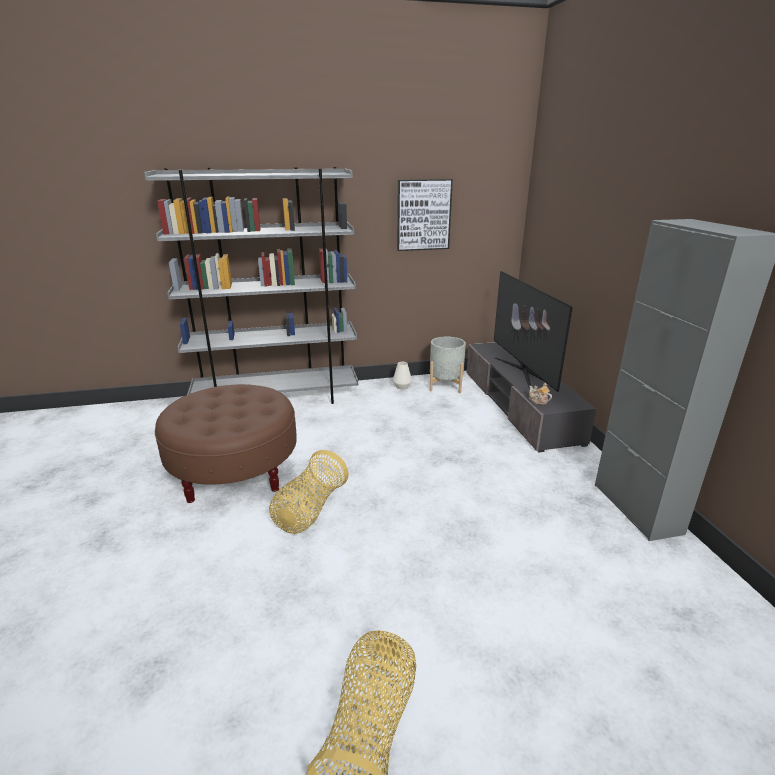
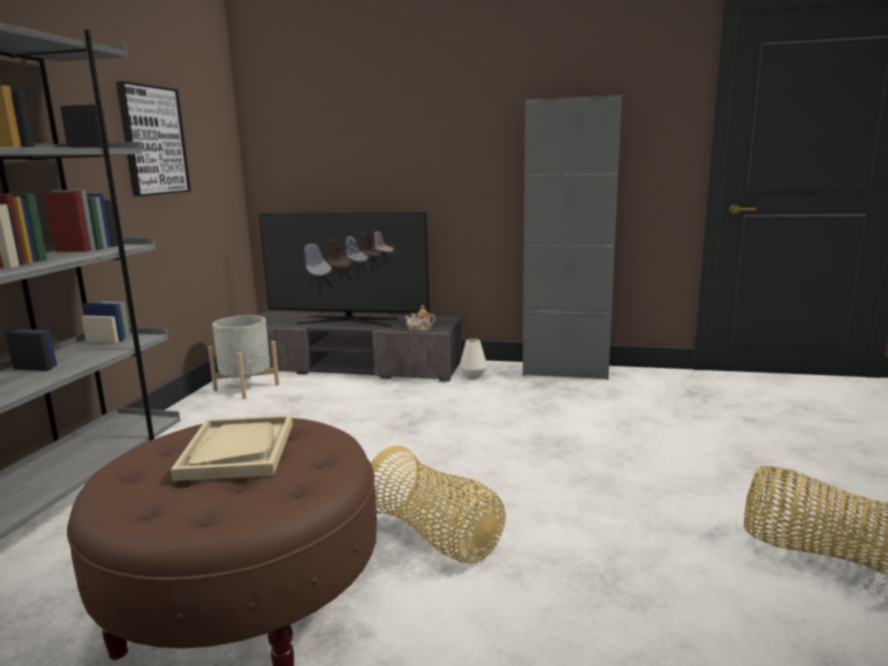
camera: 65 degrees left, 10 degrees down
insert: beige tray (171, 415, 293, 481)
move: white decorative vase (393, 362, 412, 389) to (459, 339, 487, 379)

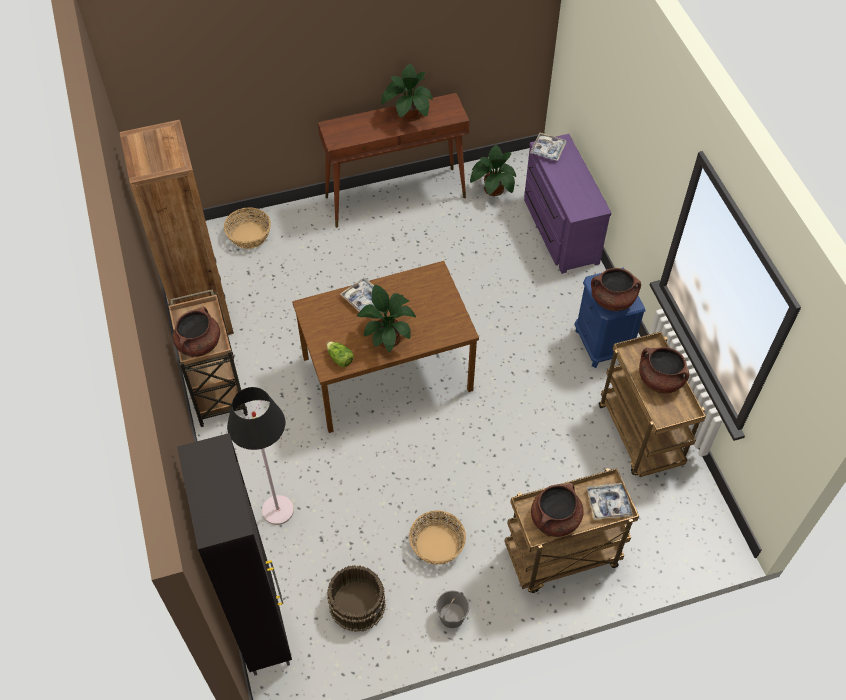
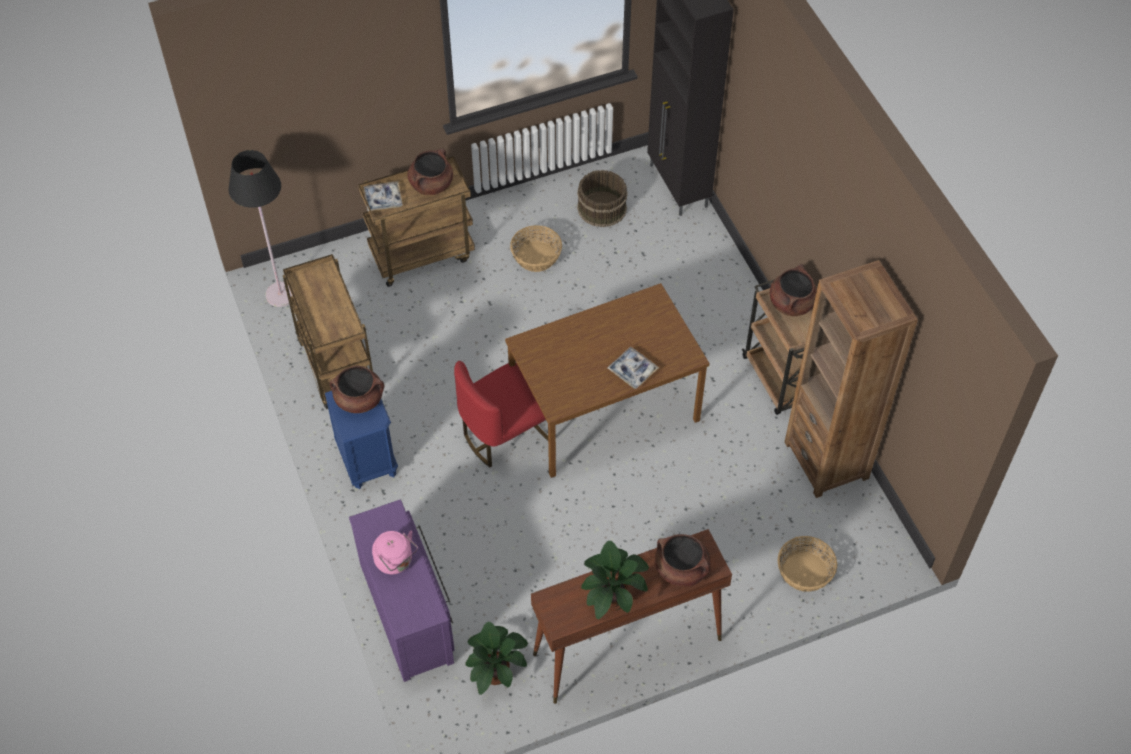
camera: 175 degrees right, 0 degrees up
delete: lettuce (327, 341, 354, 367); houseplant (357, 285, 416, 352); greyish bucket (436, 590, 470, 628); tray (530, 132, 567, 161)
insert: pinkish tea kettle (372, 531, 418, 574); reddish plain chair (454, 361, 548, 468)
move: blackish standard lamp (227, 387, 294, 525) to (228, 150, 292, 307); brown-coloured saucepot (639, 347, 689, 393) to (655, 534, 710, 587)

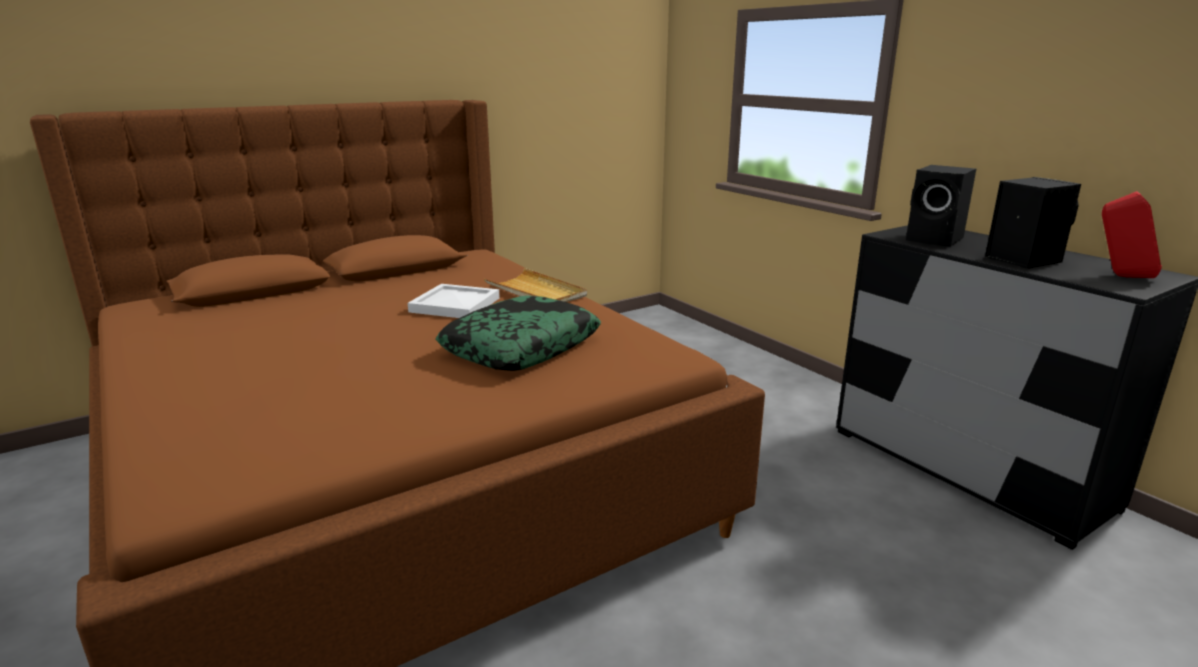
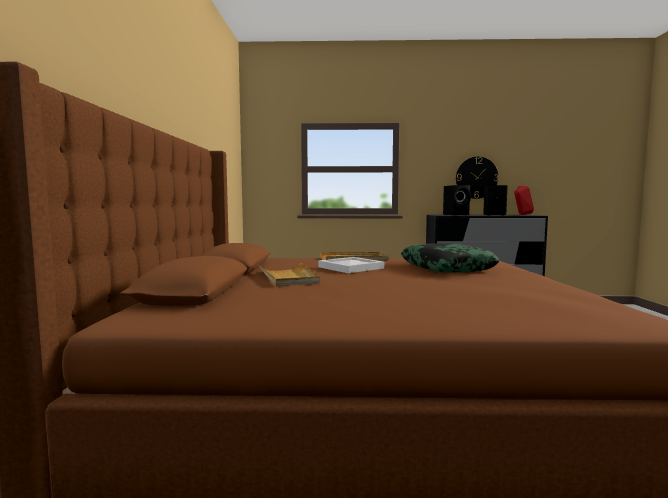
camera: 55 degrees left, 15 degrees down
insert: beige tray (259, 263, 319, 286); hanging clock (456, 157, 498, 199)

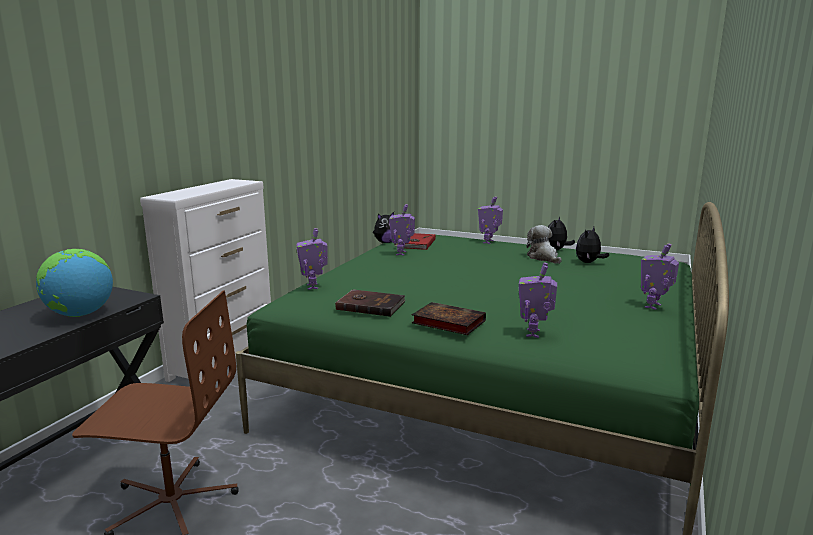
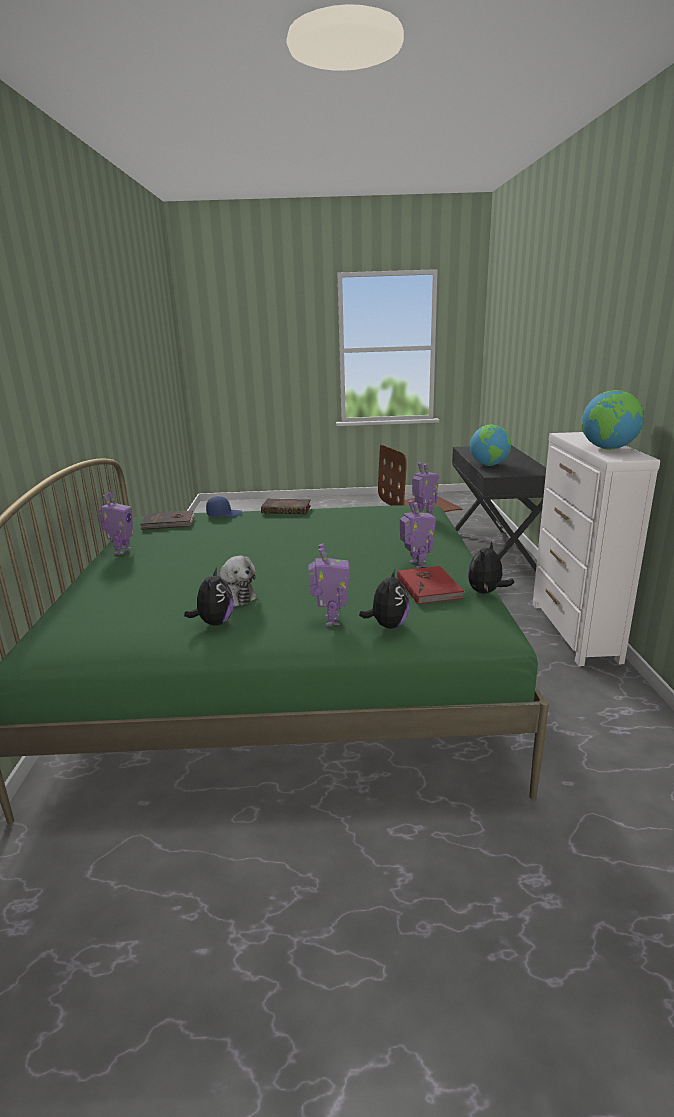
camera: 155 degrees right, 5 degrees up
insert: globe (581, 390, 644, 449)
move: brown-coloured bound book (336, 289, 406, 317) to (140, 510, 195, 530); cuddly toy (576, 227, 609, 263) to (359, 570, 409, 629)
replace: robot figure (519, 262, 557, 338) to bluish peaked cap (206, 496, 242, 517)

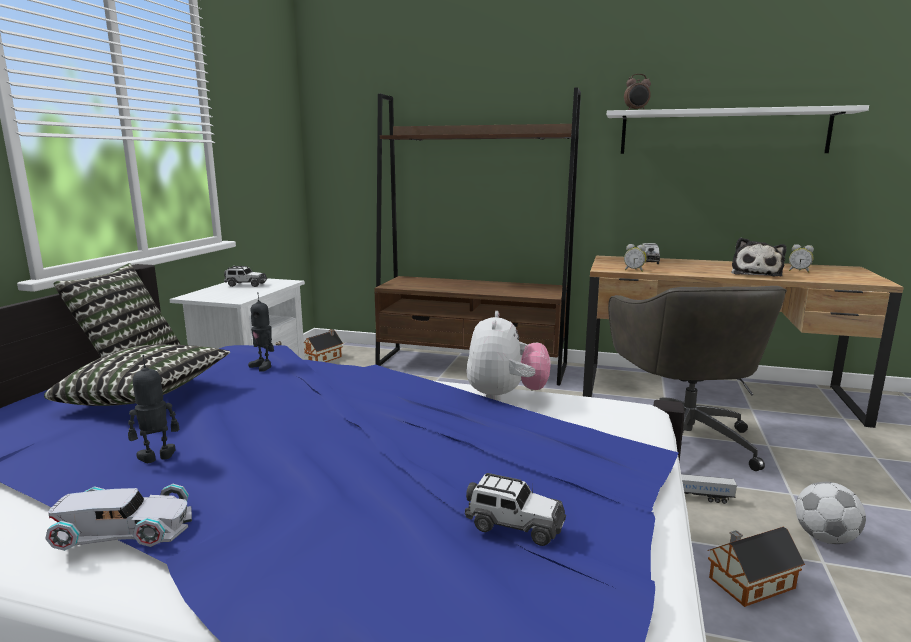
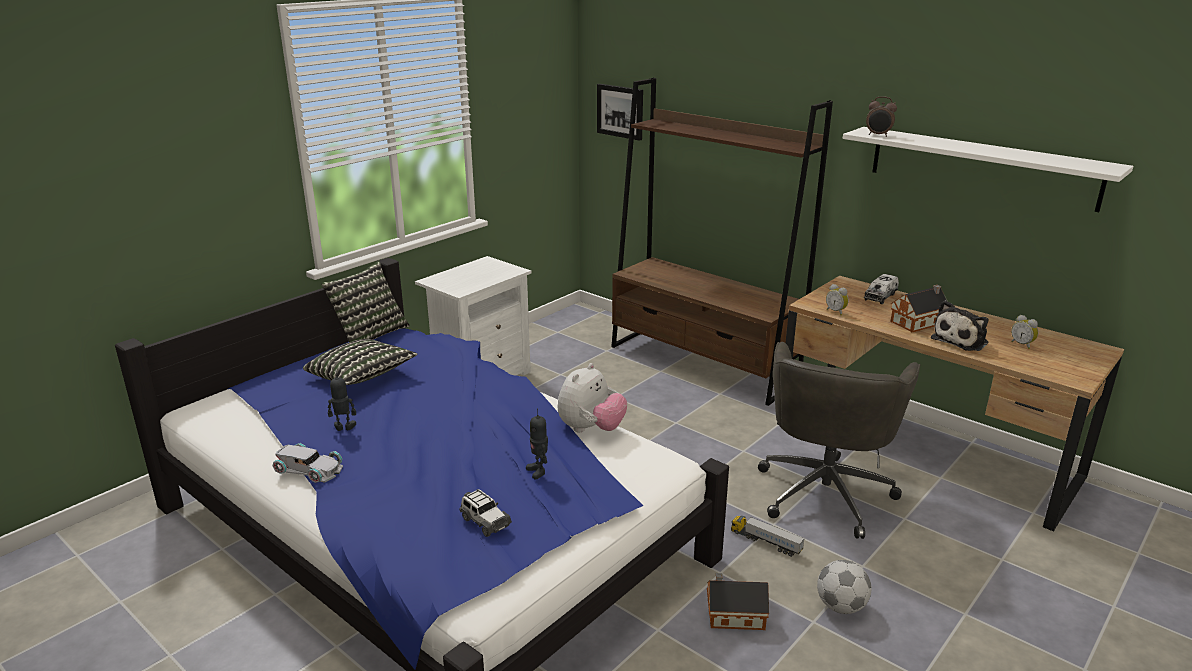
camera: 25 degrees right, 10 degrees up
delete: toy car (224, 266, 267, 287)
insert: wall art (597, 84, 643, 141)
move: robot figure (248, 292, 274, 372) to (526, 408, 548, 479); toy house (304, 329, 343, 362) to (890, 285, 947, 332)

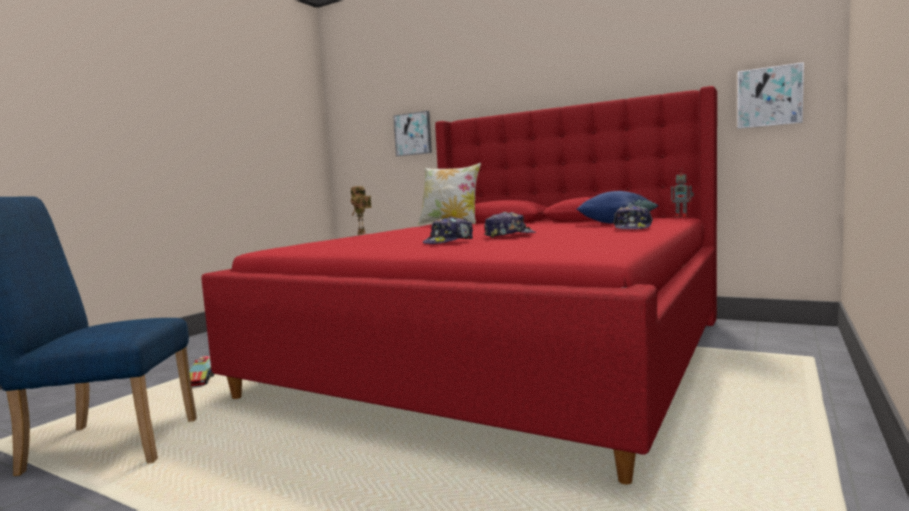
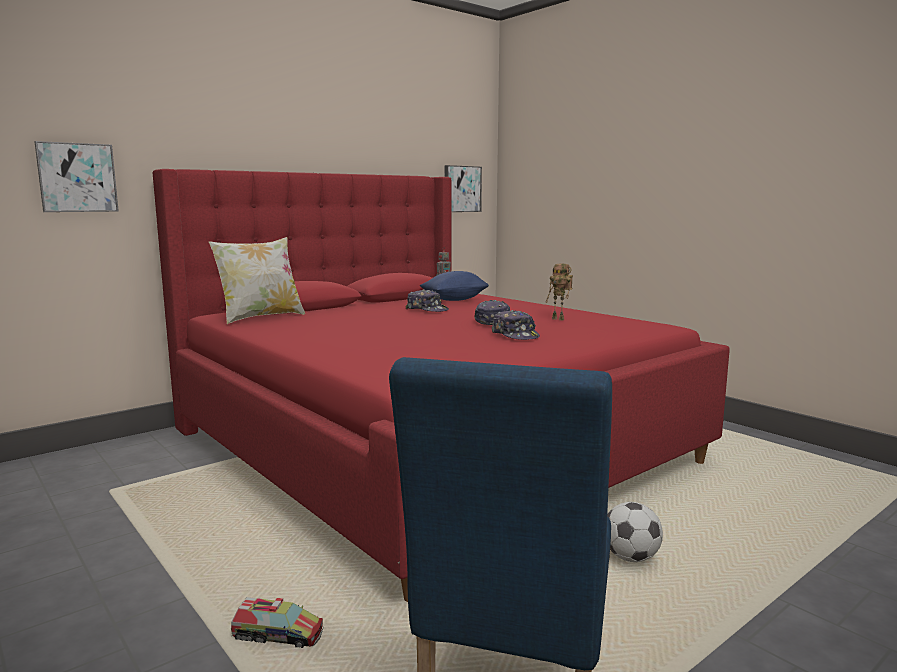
camera: 70 degrees left, 5 degrees up
insert: ball for football (607, 502, 663, 562)
move: robot figure (351, 186, 372, 235) to (546, 263, 573, 321); peaked cap (613, 205, 653, 229) to (406, 289, 449, 312)

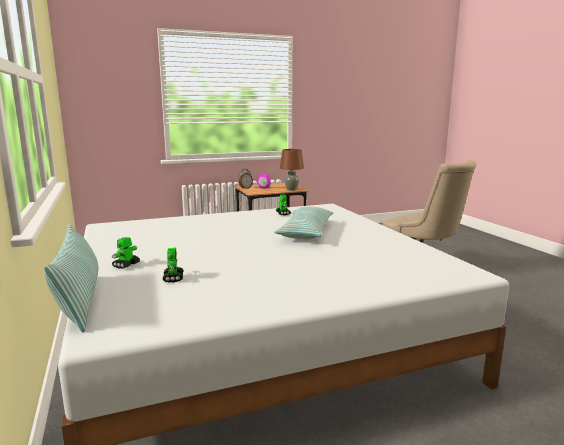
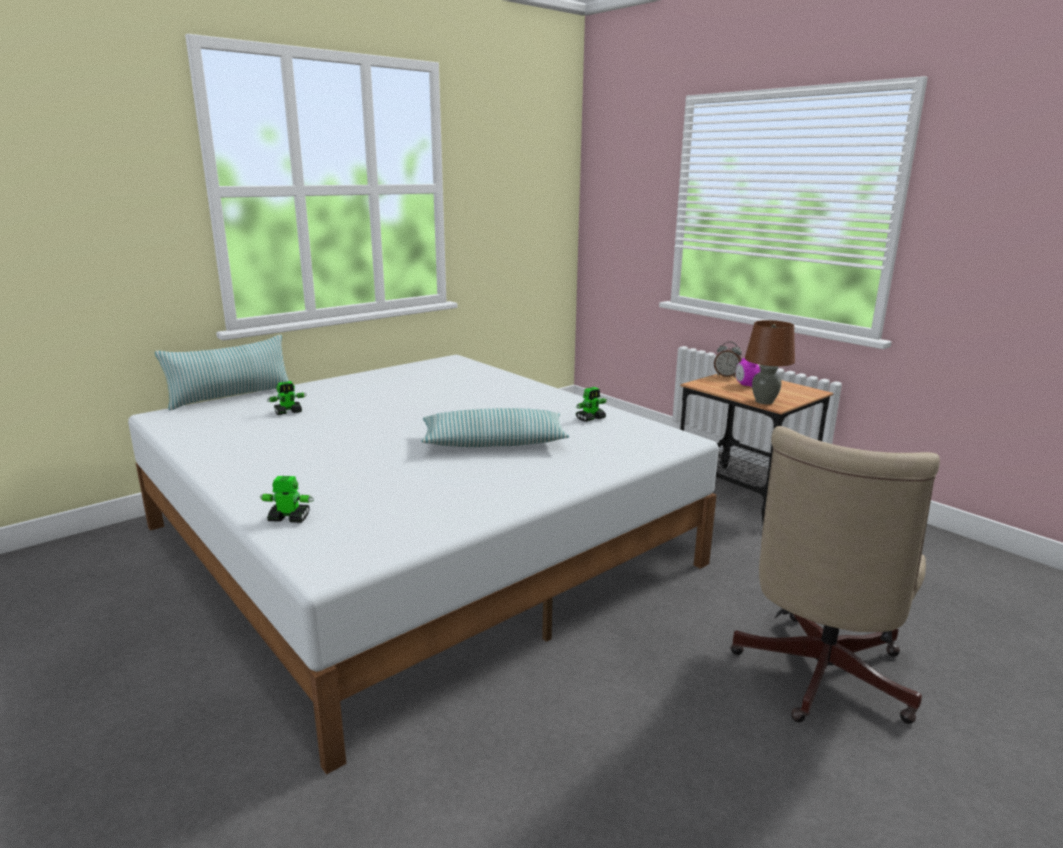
camera: 70 degrees right, 5 degrees up
move: robot figure (112, 237, 140, 269) to (259, 476, 314, 523)

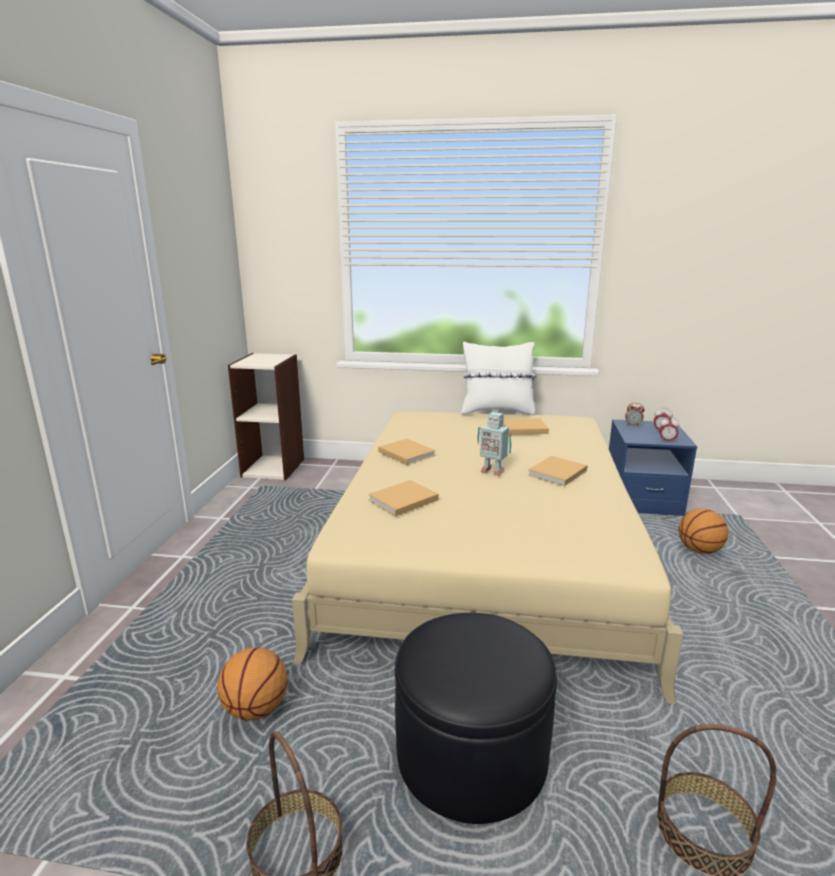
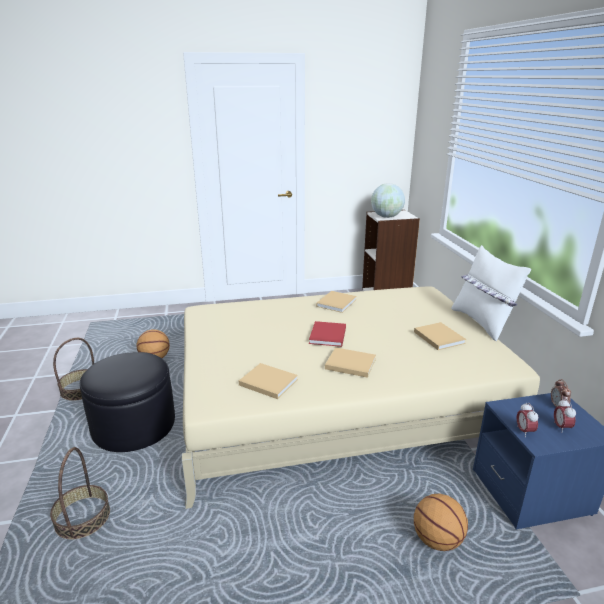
camera: 70 degrees right, 5 degrees up
insert: globe (371, 183, 405, 218)
move: beige bound book (368, 480, 439, 516) to (239, 363, 298, 399)
replace: robot figure (477, 412, 511, 476) to reddish bound book (309, 321, 346, 347)

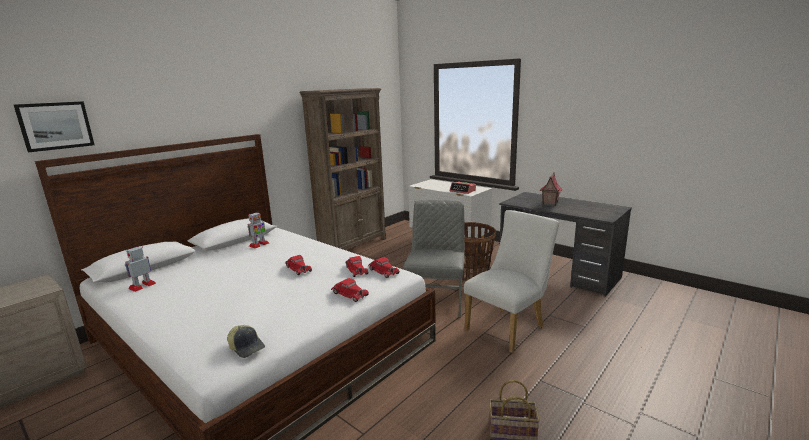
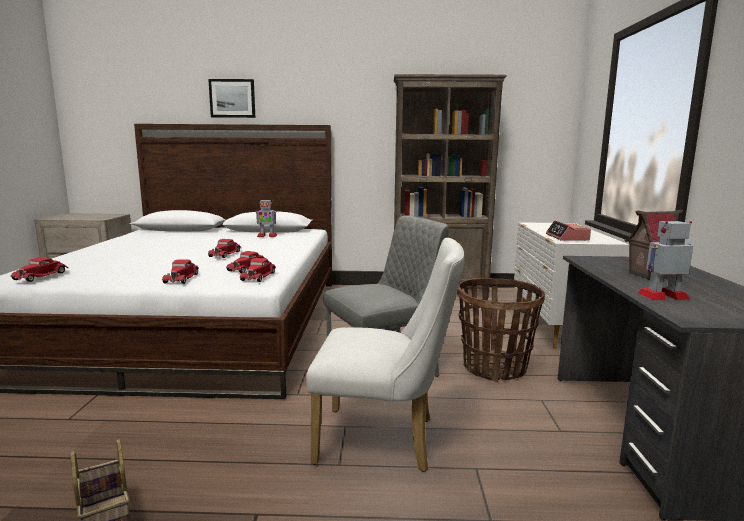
camera: 50 degrees right, 5 degrees down
move: wall art (14, 101, 95, 152) to (208, 79, 255, 118); robot figure (125, 247, 156, 292) to (637, 221, 693, 300)
replace: peaked cap (227, 325, 265, 358) to reddish toy car (10, 257, 69, 282)

